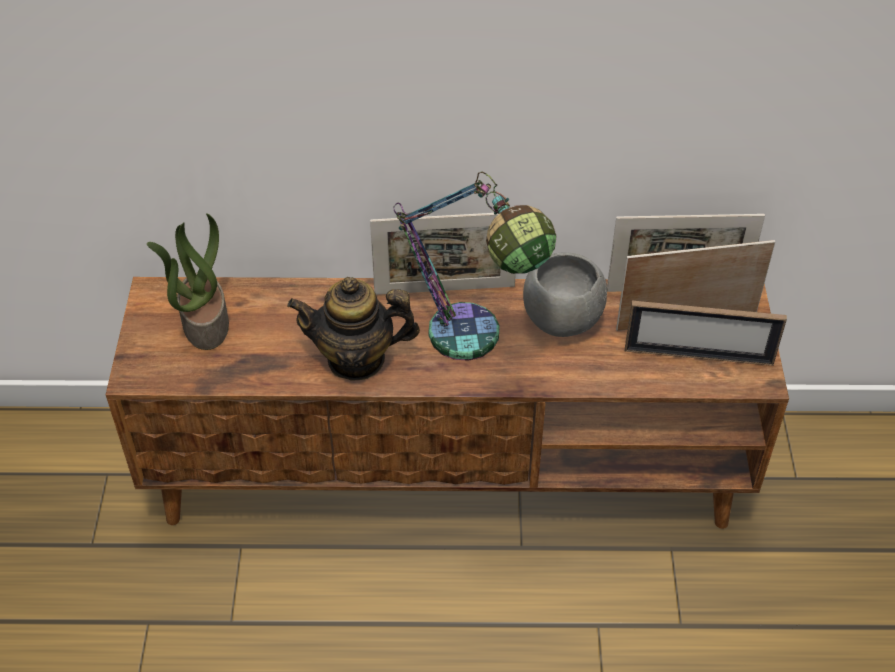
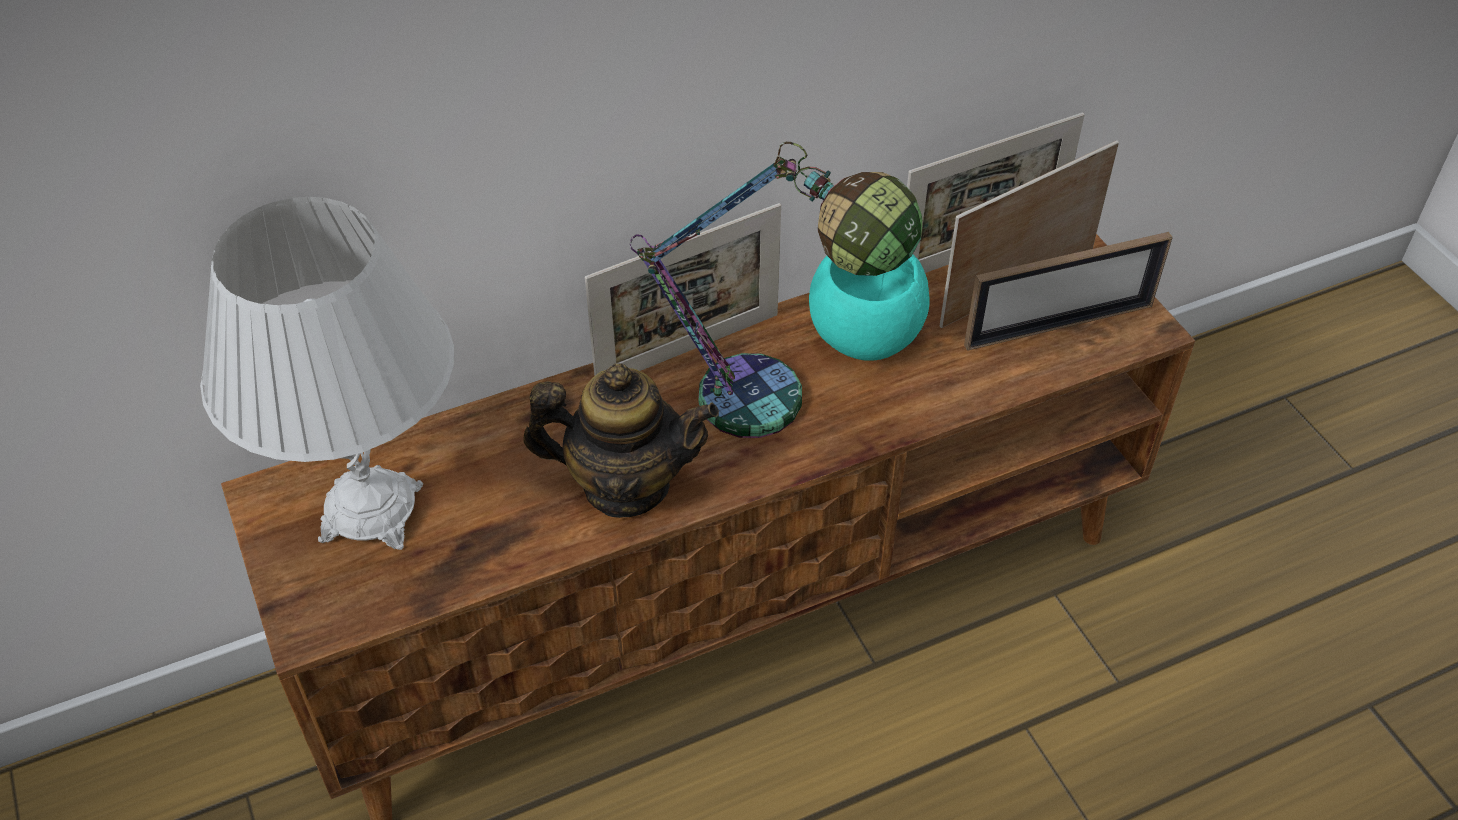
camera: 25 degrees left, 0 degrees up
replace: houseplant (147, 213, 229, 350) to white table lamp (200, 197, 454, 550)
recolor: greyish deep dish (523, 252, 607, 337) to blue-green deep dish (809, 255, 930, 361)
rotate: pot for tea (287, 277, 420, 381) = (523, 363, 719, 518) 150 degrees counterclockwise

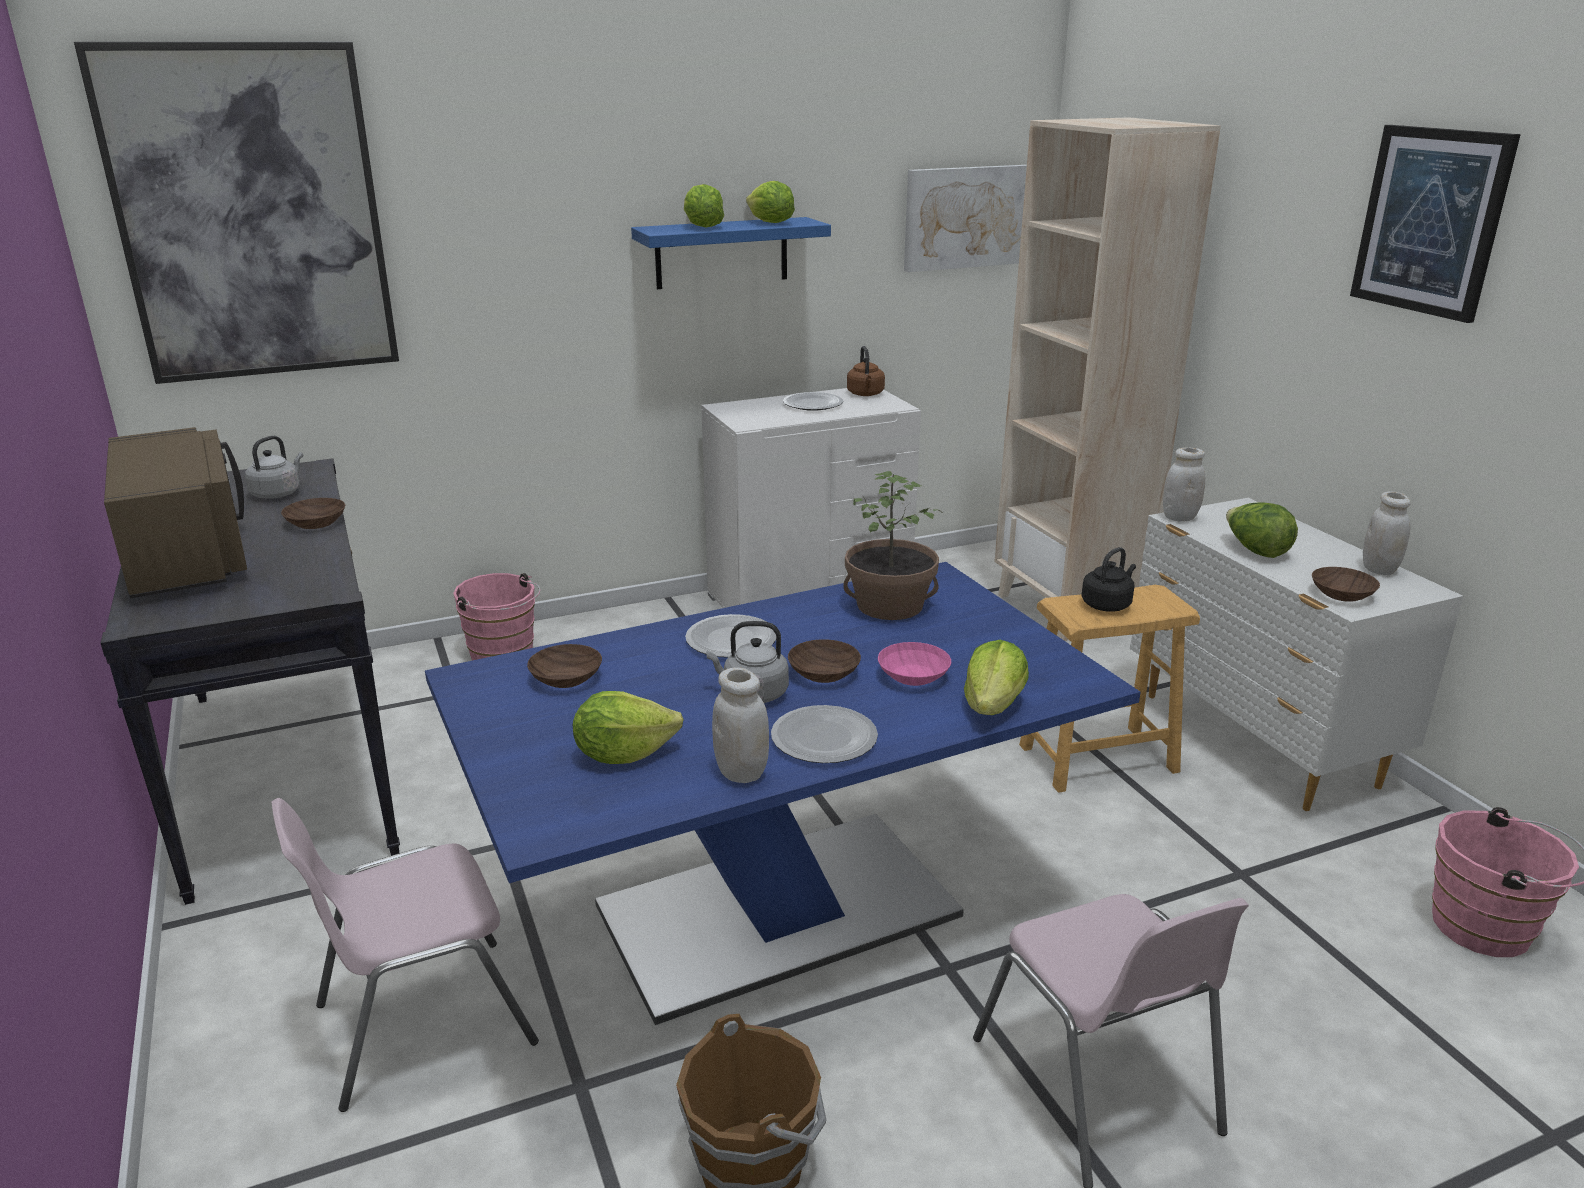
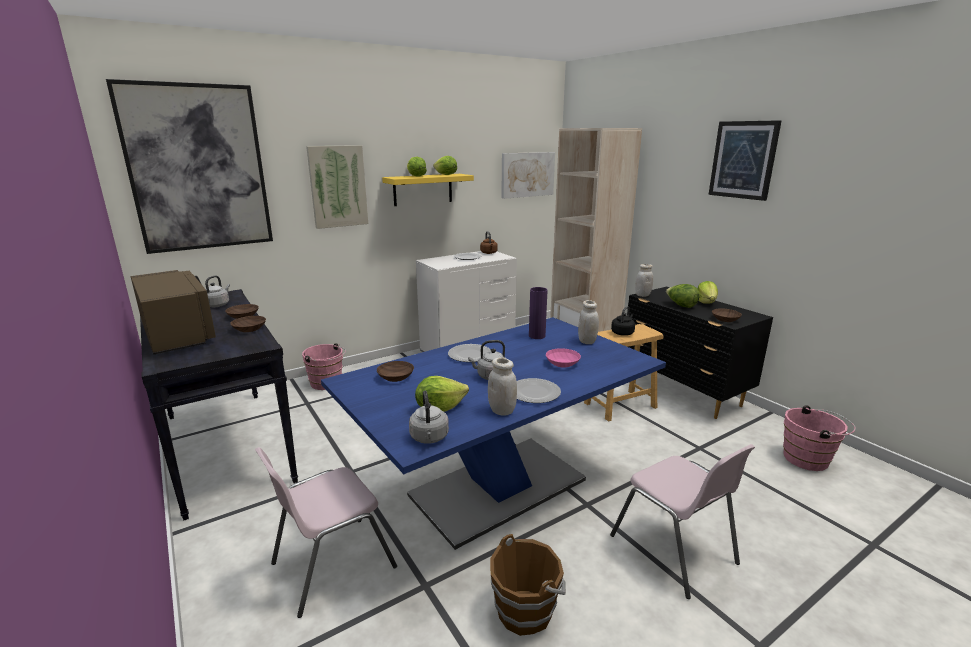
camera: 10 degrees left, 5 degrees down
insert: wall art (306, 145, 368, 229); greyish tea kettle (409, 391, 449, 444)
move: brown-coloured deep dish (788, 639, 861, 683) to (230, 316, 266, 332); lettuce (964, 640, 1029, 715) to (698, 281, 718, 304); white jar (1363, 491, 1411, 575) to (578, 300, 599, 344)
replace: houseplant (843, 471, 944, 620) to purplish decorative vase (529, 287, 548, 339)
recolor: bluish shelf (631, 217, 831, 289) to yellow-coloured shelf (382, 174, 474, 206); white chest of drawers (1130, 498, 1463, 811) to blackish chest of drawers (628, 287, 773, 419)

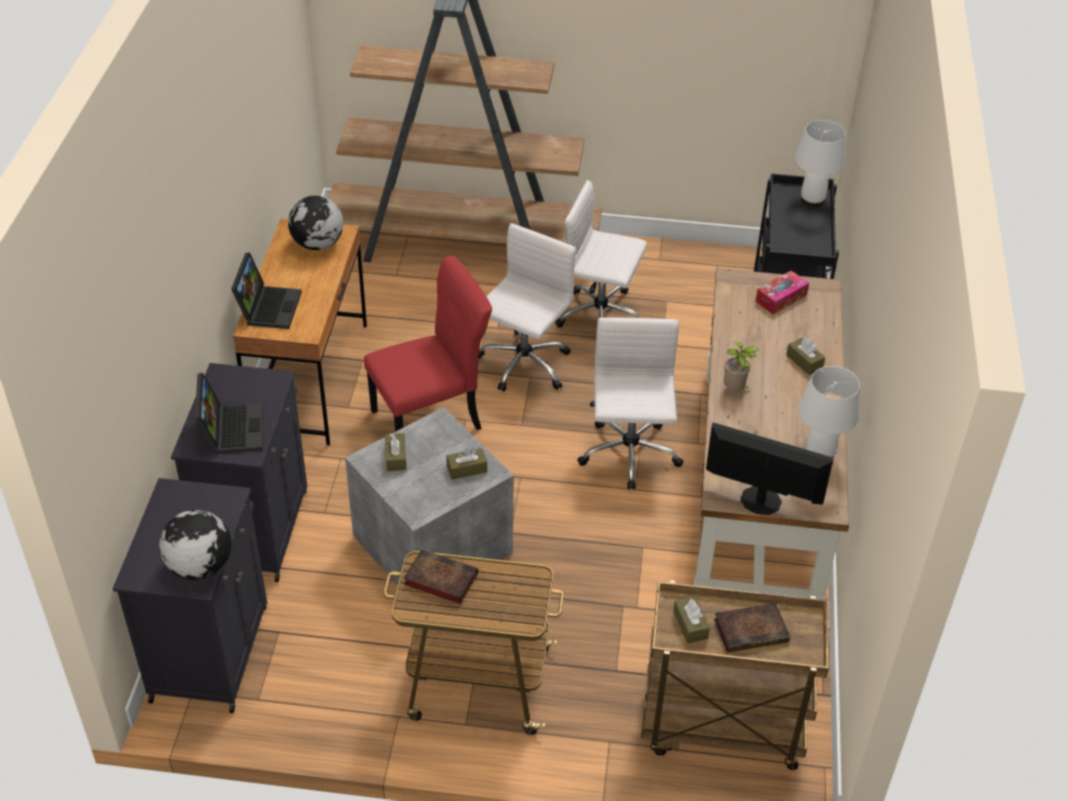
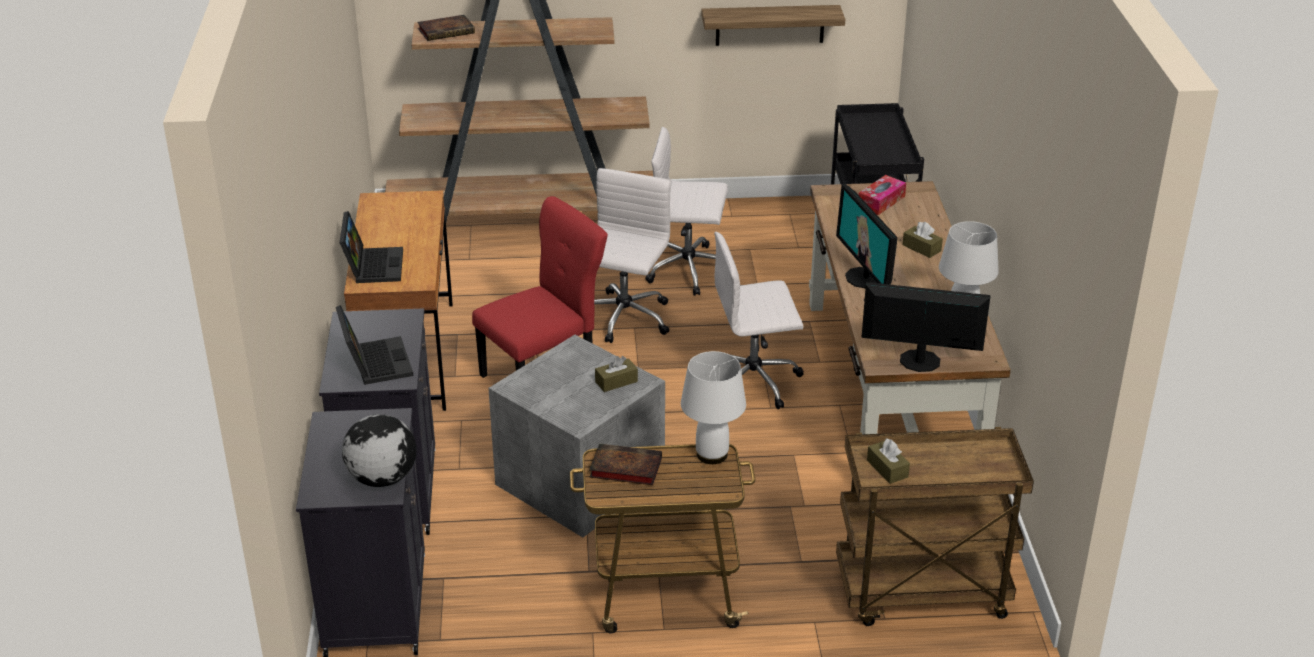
camera: 10 degrees left, 10 degrees down
delete: globe (288, 196, 343, 250); brown-coloured tissue holder (385, 433, 407, 471)
insert: shelf (701, 5, 845, 46)
move: bound book (714, 603, 790, 653) to (417, 15, 475, 41); white table lamp (795, 120, 845, 207) to (681, 351, 746, 464)
replace: houseplant (724, 341, 759, 390) to computer display (836, 184, 898, 288)
rotate: white computer chair (577, 317, 684, 489) = (714, 232, 804, 409) 90 degrees counterclockwise

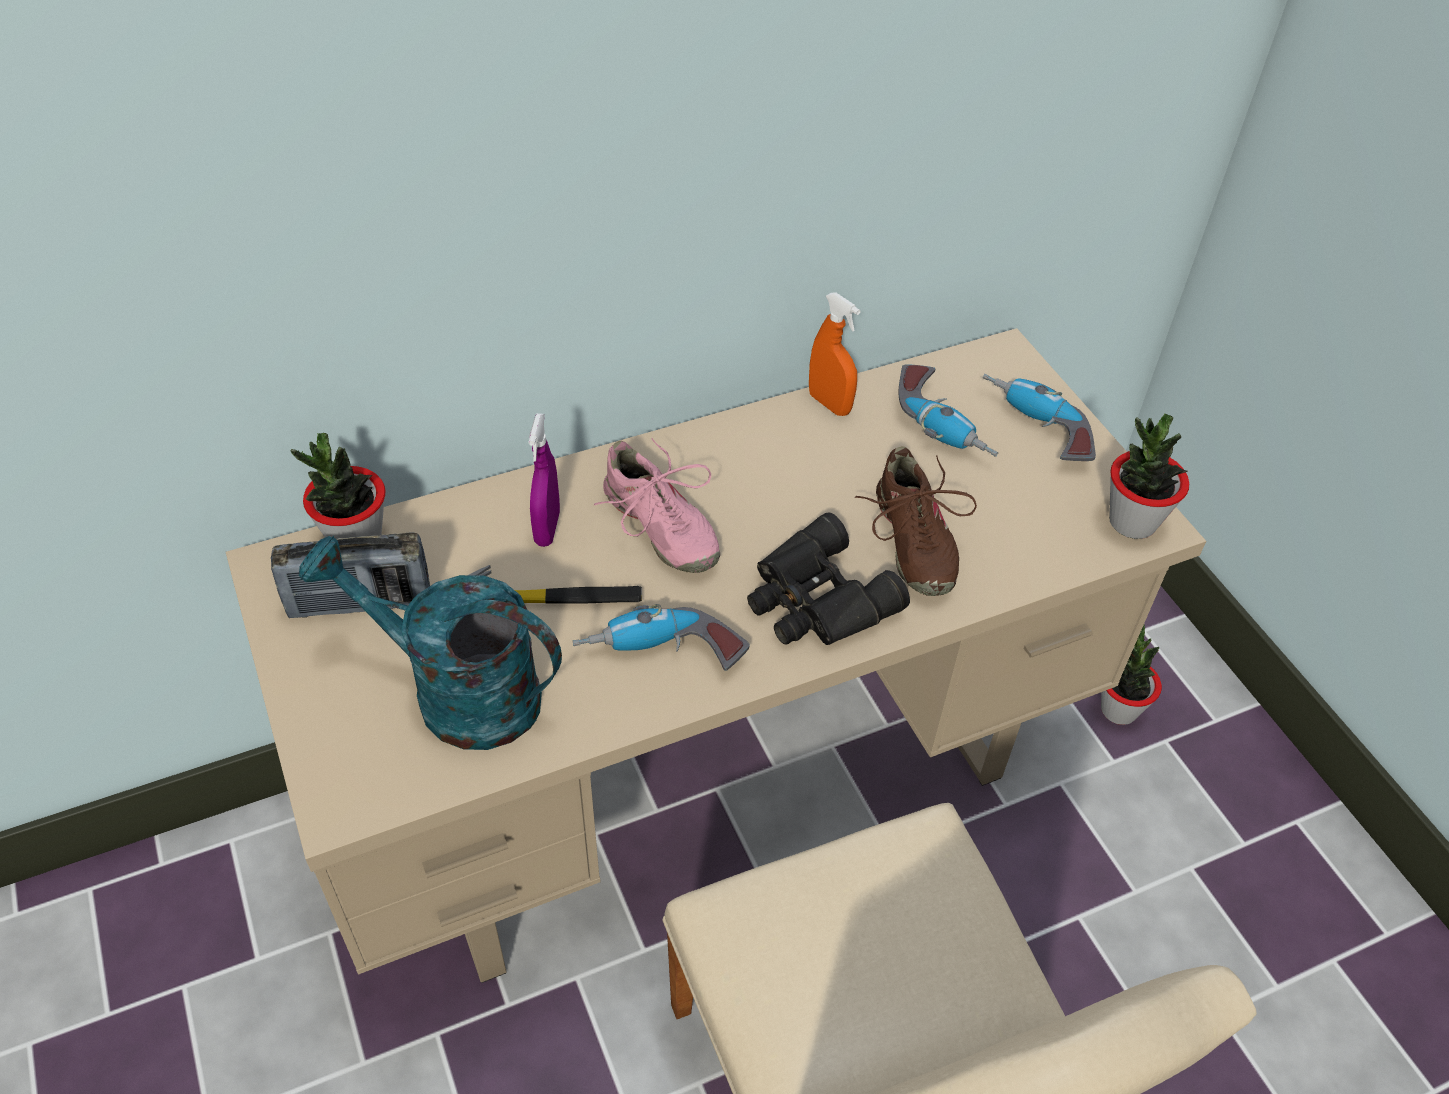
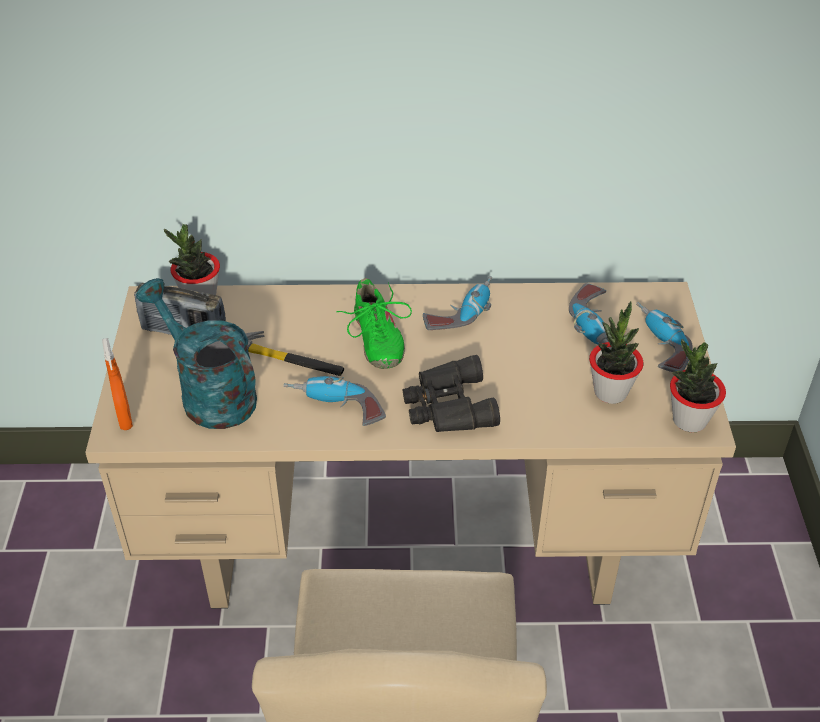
camera: 25 degrees right, 5 degrees down
delete: purplish sprayer (529, 413, 560, 547); brown-coloured item of footwear (855, 446, 977, 596)
insert: drill (423, 276, 492, 330)
move: orange-coloured sprayer (809, 292, 861, 416) to (102, 338, 133, 430); houseplant (1101, 625, 1162, 725) to (589, 301, 644, 404)
recolor: pinkish item of footwear (594, 438, 720, 573) to green item of footwear (336, 278, 412, 369)

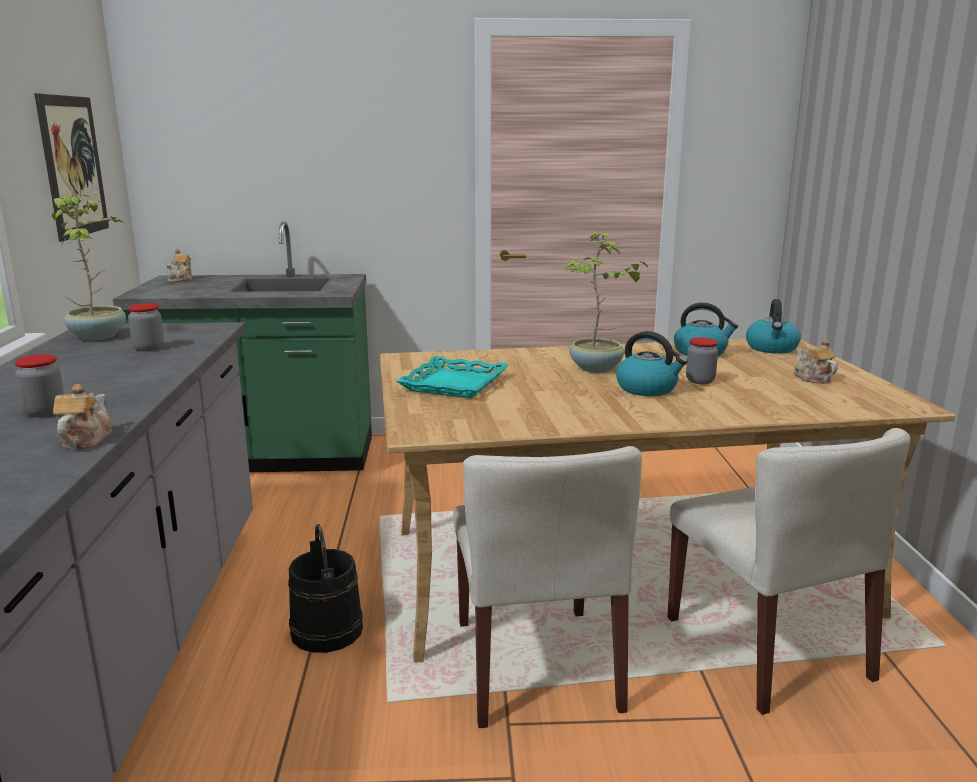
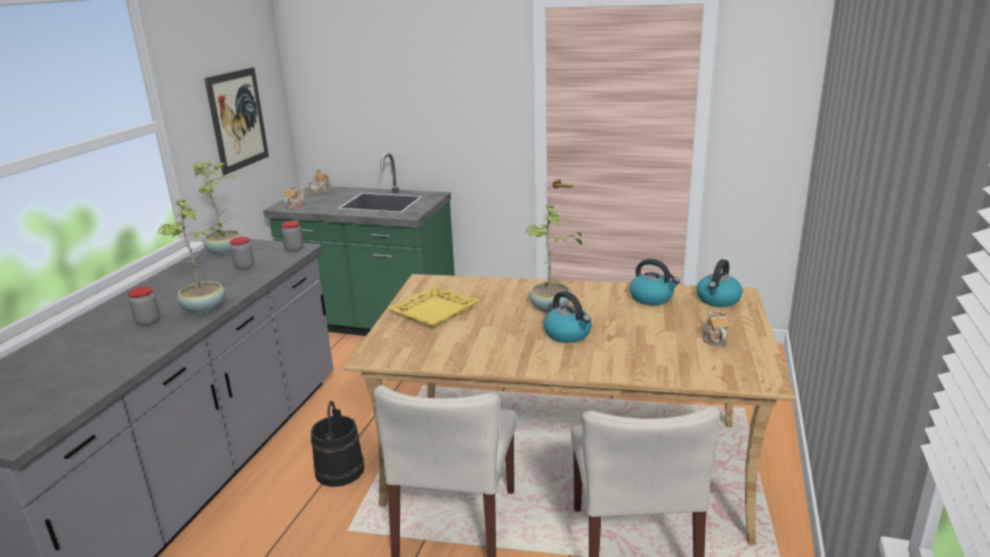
camera: 20 degrees right, 5 degrees up
insert: houseplant (157, 199, 228, 314)
move: pot for tea (53, 384, 112, 450) to (284, 186, 306, 210); jar (686, 337, 718, 384) to (281, 221, 303, 252)
recolor: blue-green tray (396, 356, 509, 398) to yellow-coloured tray (388, 286, 479, 328)

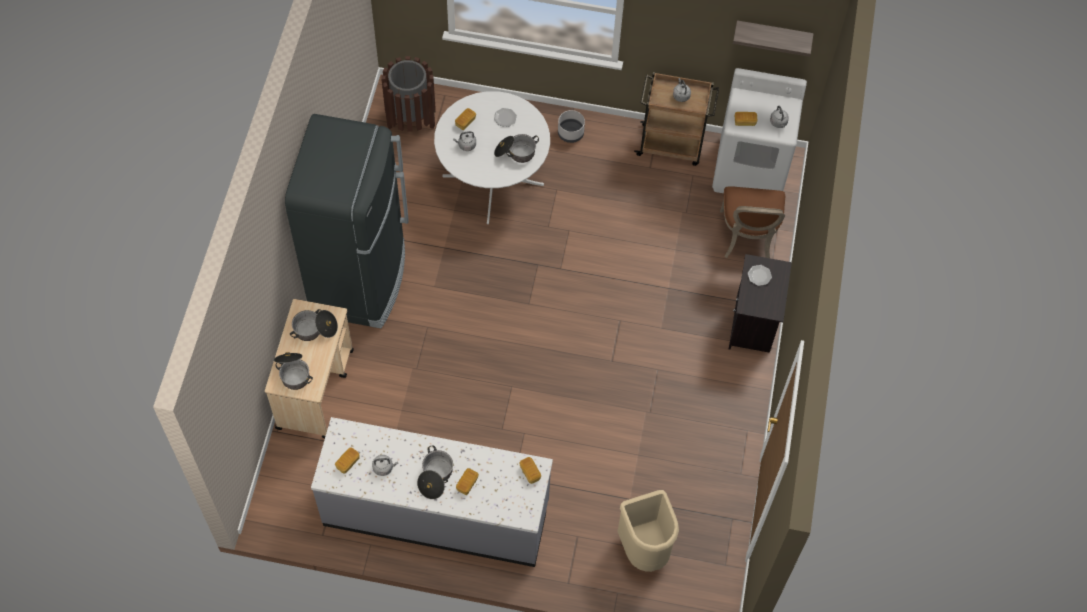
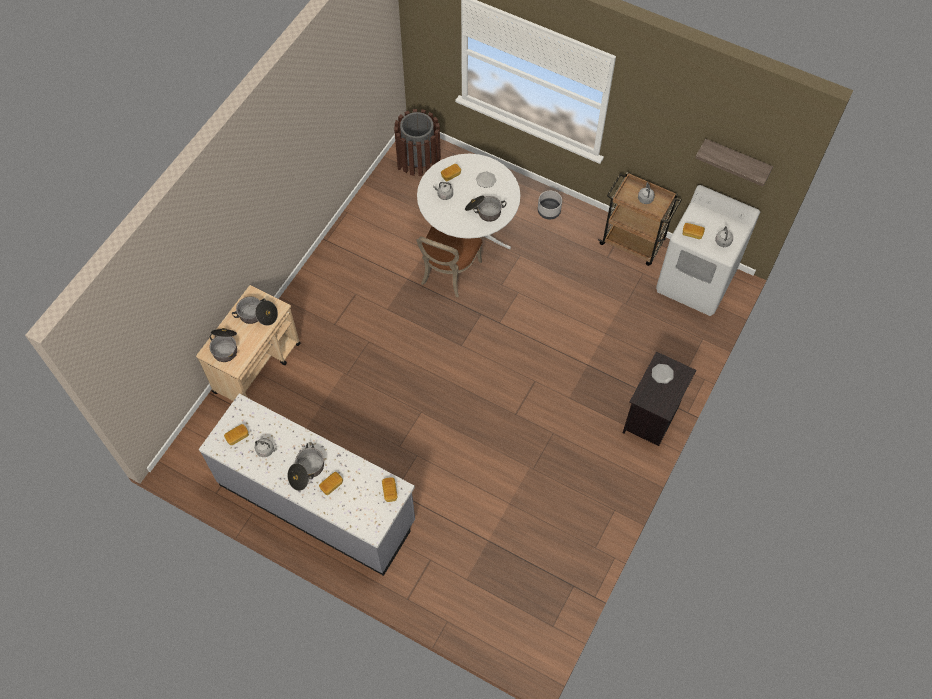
camera: 20 degrees right, 0 degrees up
delete: blackish fridge (285, 114, 408, 328); beige waste bin (617, 490, 679, 572)
move: brown-coloured plain chair (720, 186, 785, 258) to (417, 226, 483, 297)

